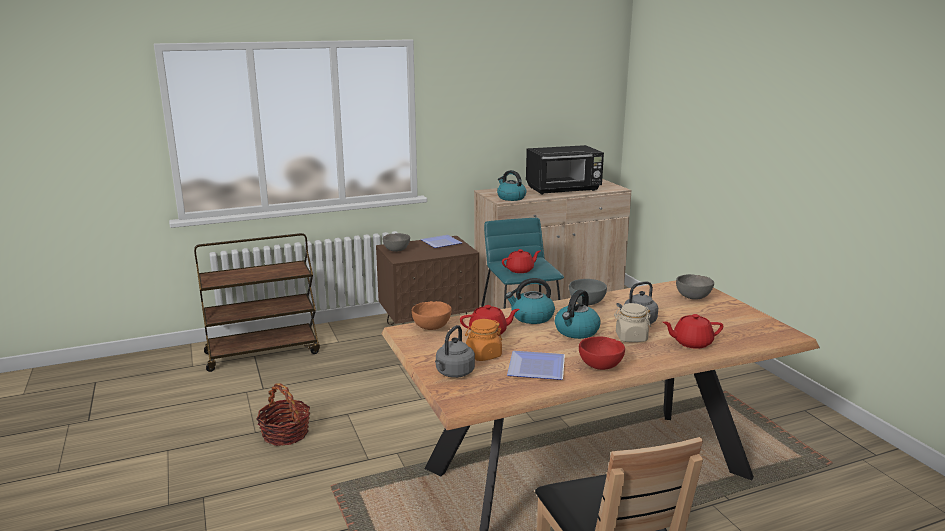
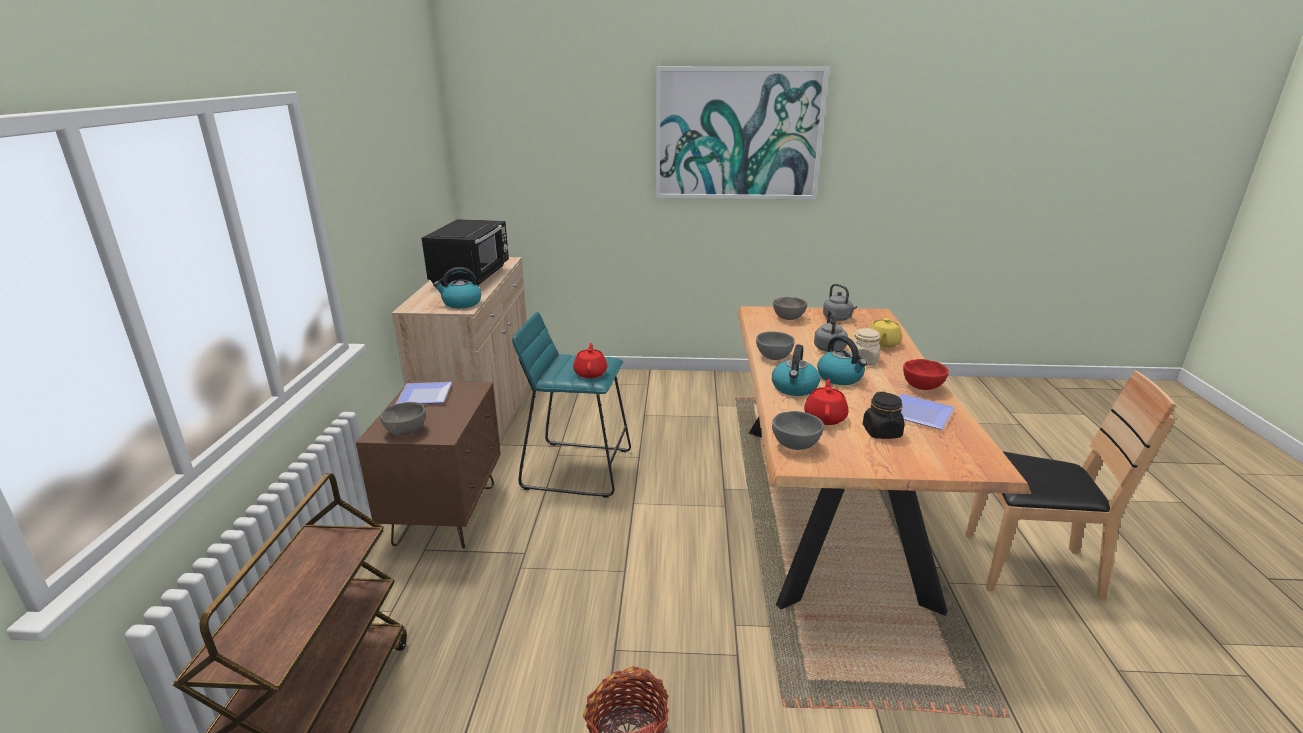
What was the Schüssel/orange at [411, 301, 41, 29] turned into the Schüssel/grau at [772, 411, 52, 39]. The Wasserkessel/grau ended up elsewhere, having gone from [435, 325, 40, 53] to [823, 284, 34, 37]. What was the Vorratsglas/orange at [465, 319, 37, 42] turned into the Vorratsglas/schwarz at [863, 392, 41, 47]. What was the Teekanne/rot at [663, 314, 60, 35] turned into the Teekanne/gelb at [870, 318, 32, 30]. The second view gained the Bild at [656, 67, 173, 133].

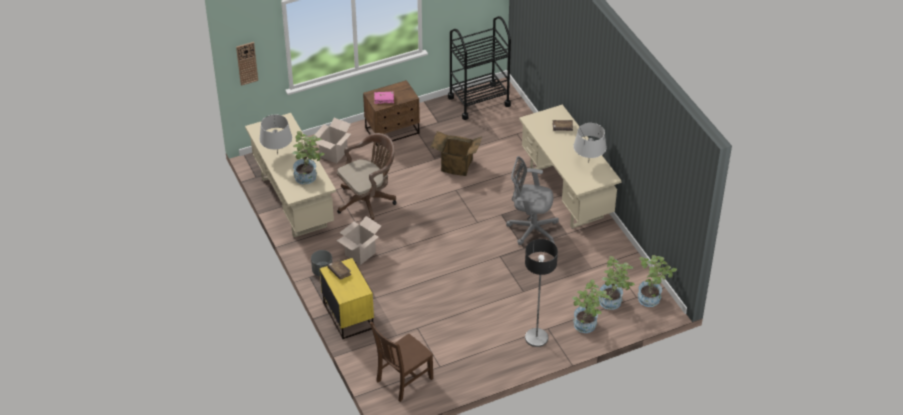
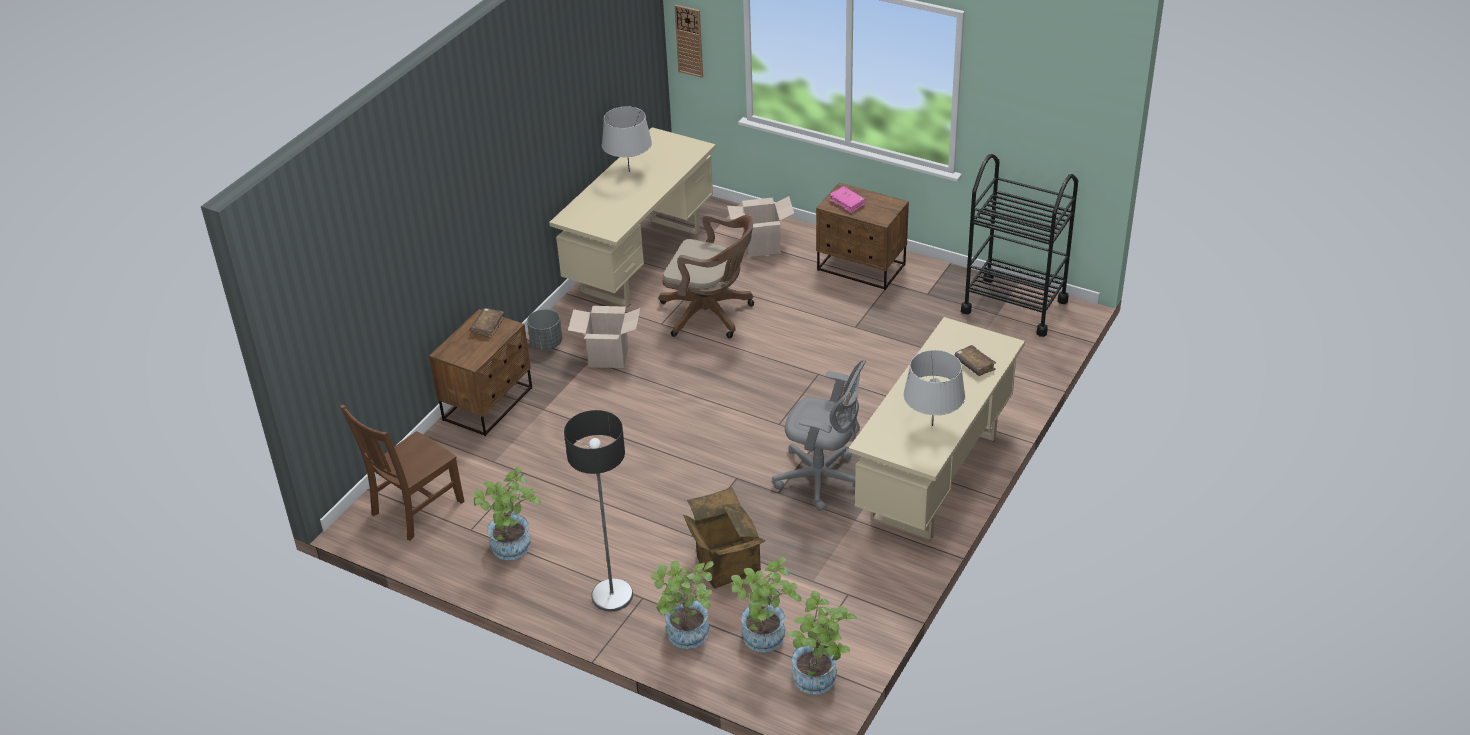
The Topfpflanze ended up elsewhere, having gone from [292, 131, 33, 54] to [473, 467, 68, 93]. What was the Nachttisch/gelb at [320, 258, 54, 81] turned into the Nachttisch/braun at [429, 309, 103, 127]. The Stuhl/braun at [370, 322, 63, 80] ended up facing another way, 60 degrees counterclockwise from before. The Karton ended up elsewhere, having gone from [430, 131, 52, 45] to [683, 487, 83, 102]. The Bürostuhl/grau at [506, 156, 53, 89] ended up facing another way, 135 degrees clockwise from before.

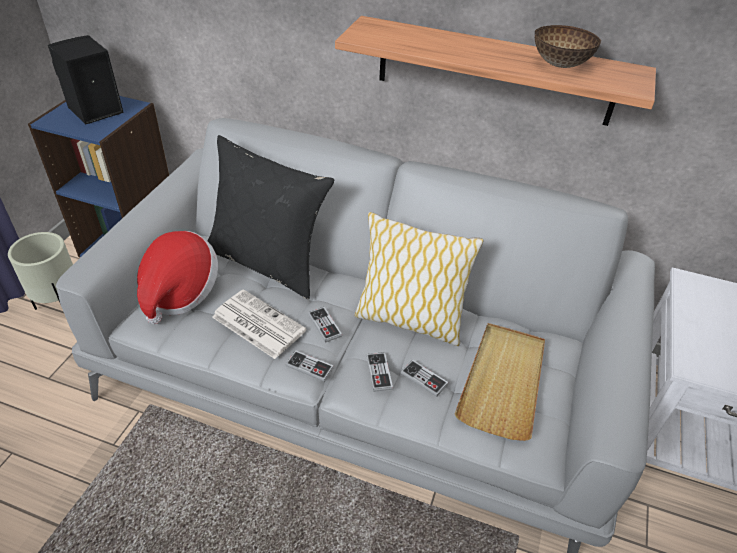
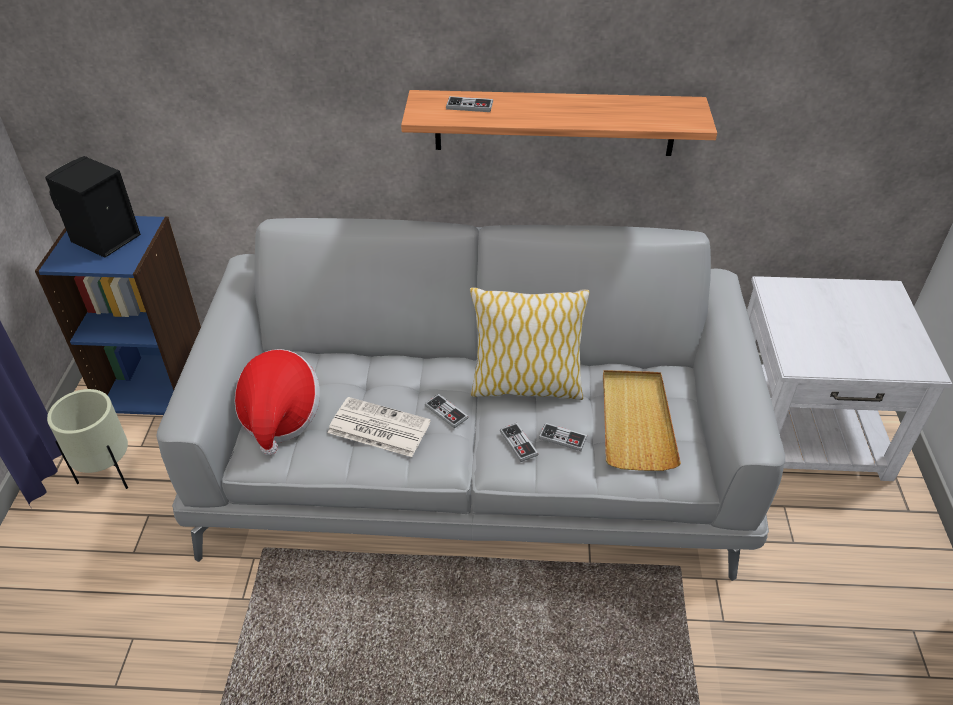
The second view lost the Kissen/schwarz at [207, 135, 127, 164]. The Gamepad ended up elsewhere, having gone from [286, 350, 48, 32] to [446, 96, 47, 16]. The second view lost the Schüssel at [535, 25, 66, 43].

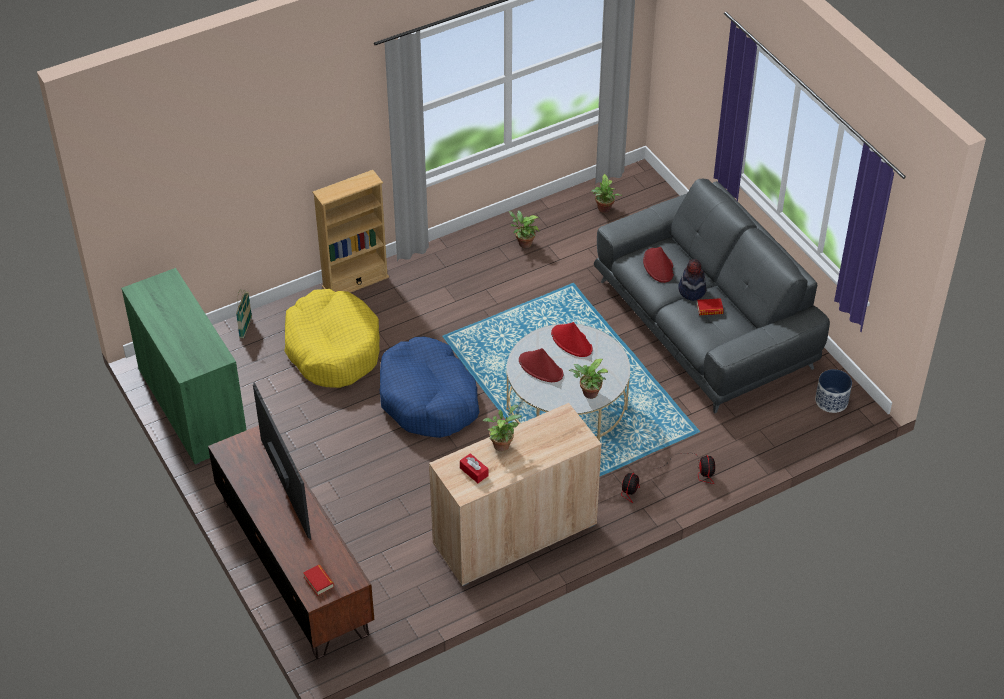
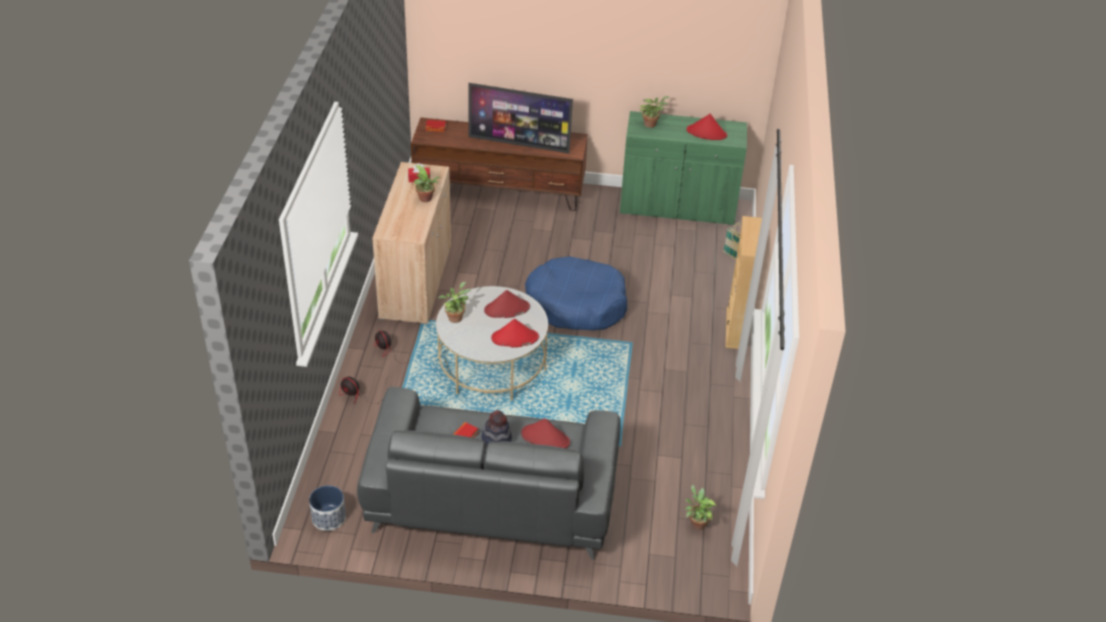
The second view lost the Hundebett/gelb at [285, 289, 95, 99]. The Topfpflanze ended up elsewhere, having gone from [509, 211, 31, 37] to [640, 96, 30, 32]. The second view gained the Hut/rot at [687, 114, 40, 26].

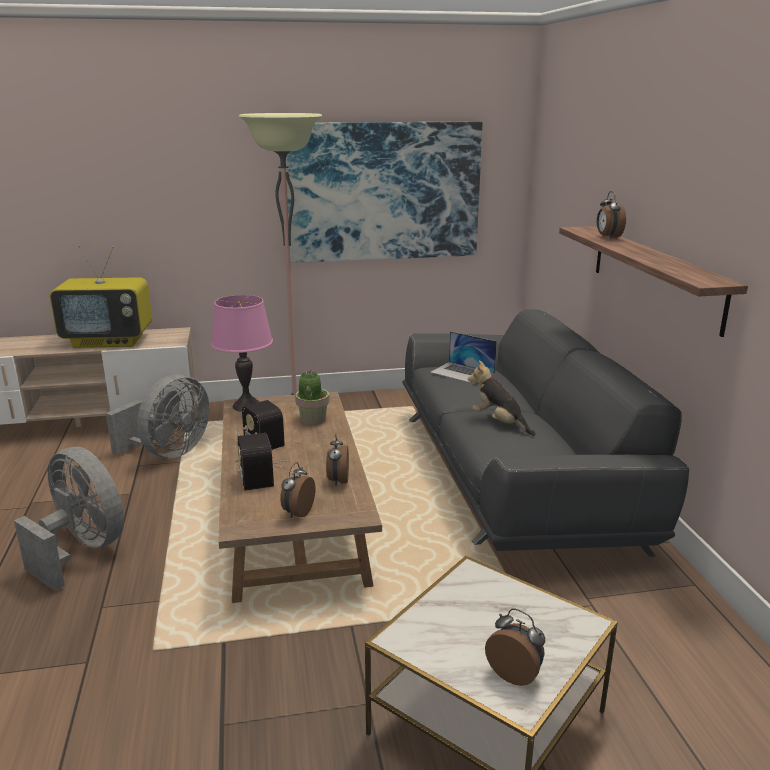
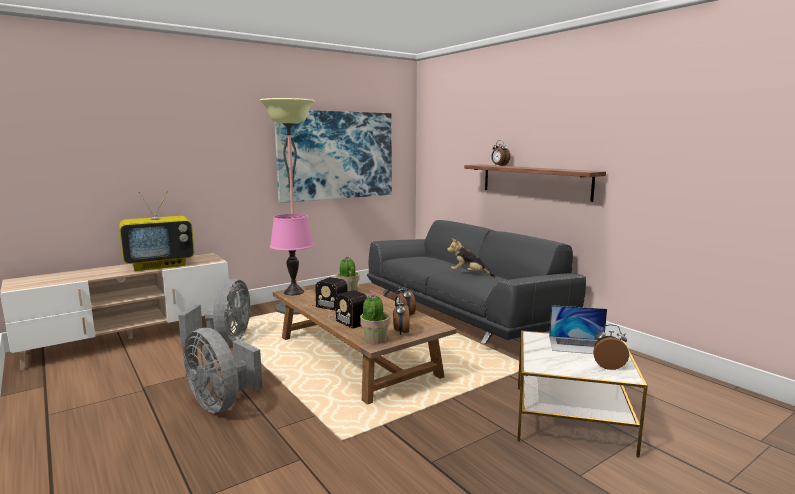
The Ventilator/grau at [14, 447, 110, 144] ended up facing another way, 150 degrees counterclockwise from before. The Laptop ended up elsewhere, having gone from [430, 331, 67, 53] to [549, 305, 58, 49]. The second view gained the Topfpflanze at [360, 293, 30, 51].

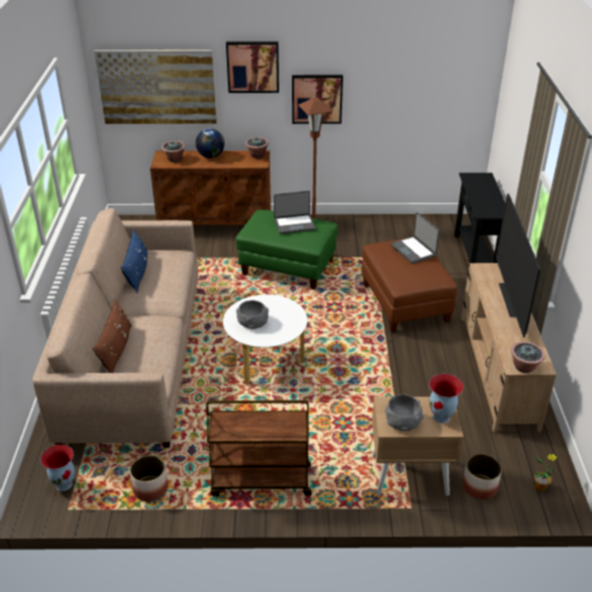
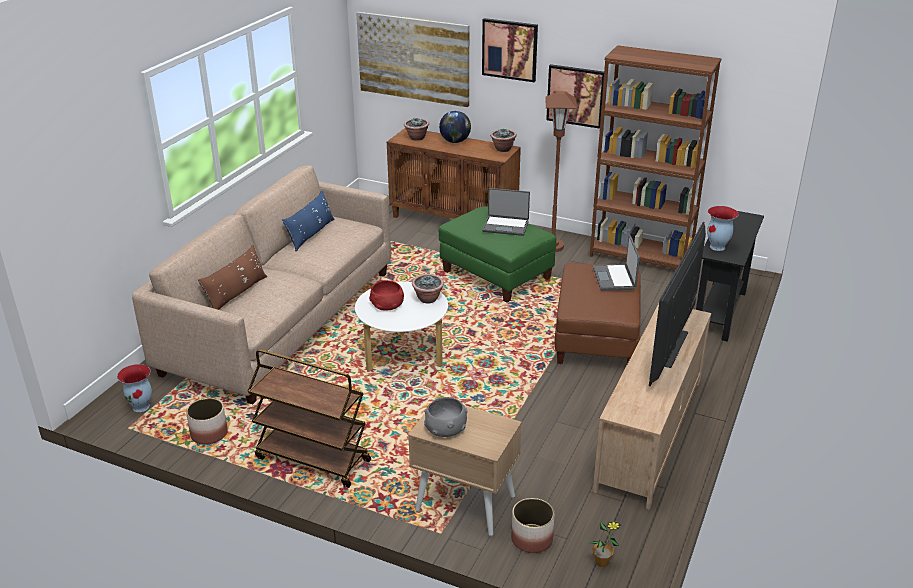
What was the Schüssel/grau at [236, 300, 33, 29] turned into the Schüssel/rot at [369, 280, 35, 31]. The Vase ended up elsewhere, having gone from [429, 374, 34, 49] to [707, 206, 32, 45]. The Topfpflanze ended up elsewhere, having gone from [511, 342, 34, 31] to [412, 274, 32, 30]. The second view gained the Bücherregal/braun at [590, 45, 132, 224].

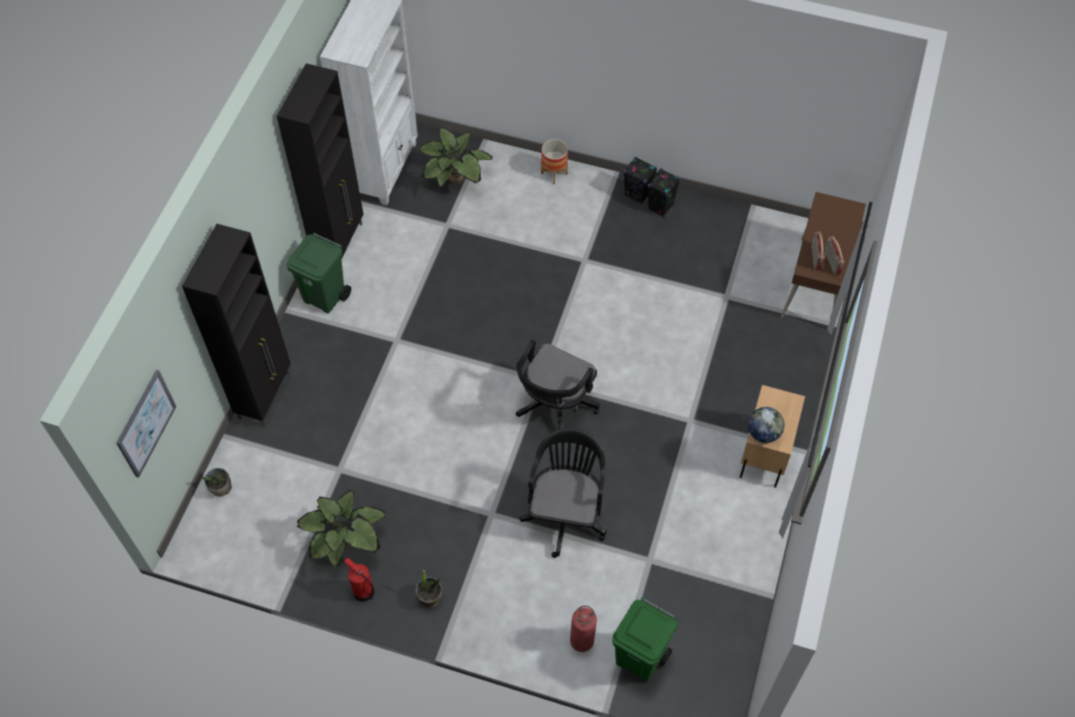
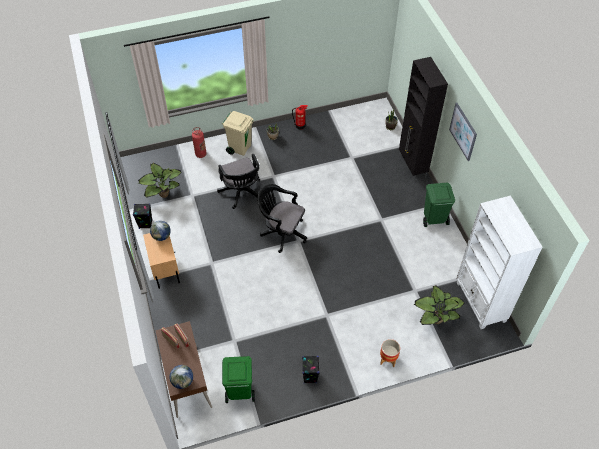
The Bild ended up elsewhere, having gone from [116, 370, 60, 108] to [449, 103, 28, 58]. The second view lost the Schrank/schwarz at [277, 63, 86, 196]. The Topfpflanze ended up elsewhere, having gone from [296, 490, 89, 76] to [138, 163, 44, 35]. The Bürostuhl/schwarz at [516, 340, 84, 89] ended up facing another way, 60 degrees counterclockwise from before. The Mülleimer/grün ended up elsewhere, having gone from [612, 597, 65, 84] to [222, 356, 33, 47]. The Lautsprecher/schwarz ended up elsewhere, having gone from [624, 157, 33, 47] to [133, 204, 19, 25]. The second view gained the Globus at [169, 365, 24, 24]. The second view gained the Mülleimer/beige at [222, 111, 31, 45].

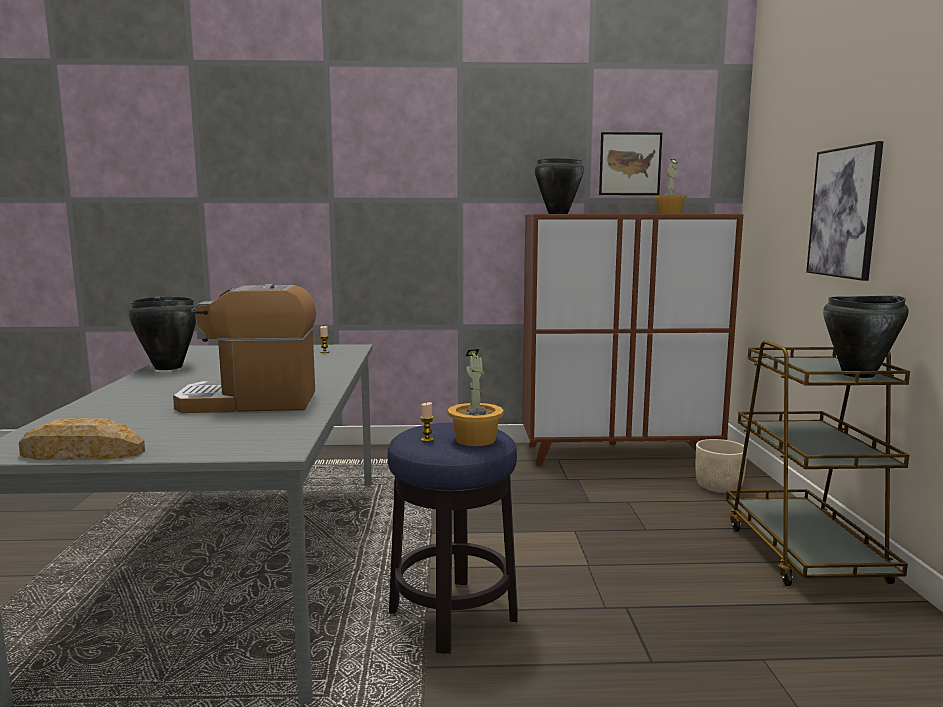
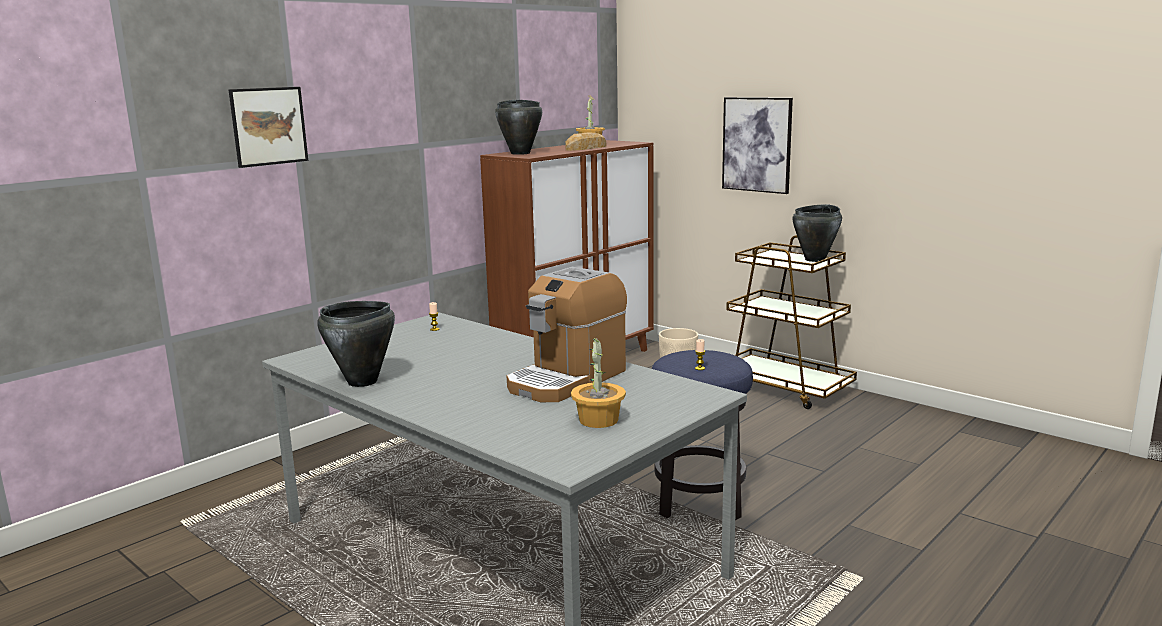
The Brot ended up elsewhere, having gone from [19, 418, 126, 42] to [565, 132, 41, 19]. The Topfpflanze ended up elsewhere, having gone from [448, 349, 56, 97] to [571, 335, 55, 93]. The Bild ended up elsewhere, having gone from [599, 132, 63, 63] to [229, 87, 79, 81].

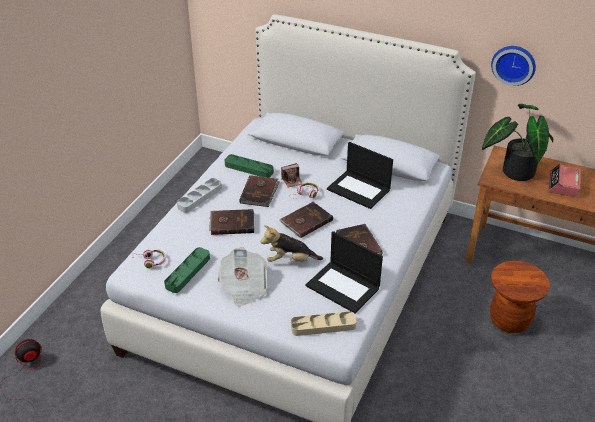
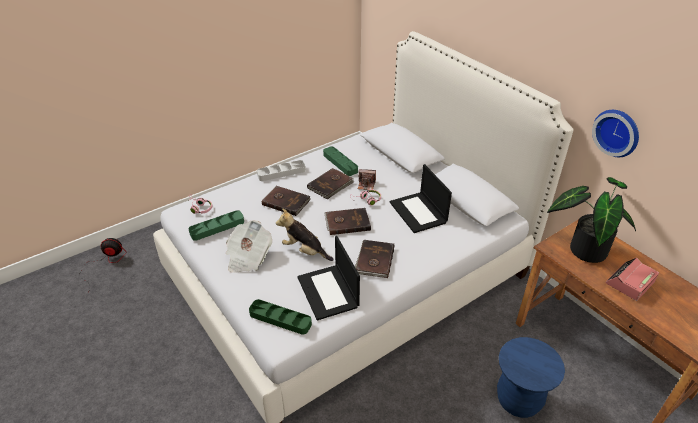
What was the Tablett/beige at [291, 311, 65, 25] turned into the Tablett/grün at [249, 299, 63, 36]. What was the Hocker/braun at [490, 261, 60, 72] turned into the Hocker/blau at [497, 337, 68, 81].

